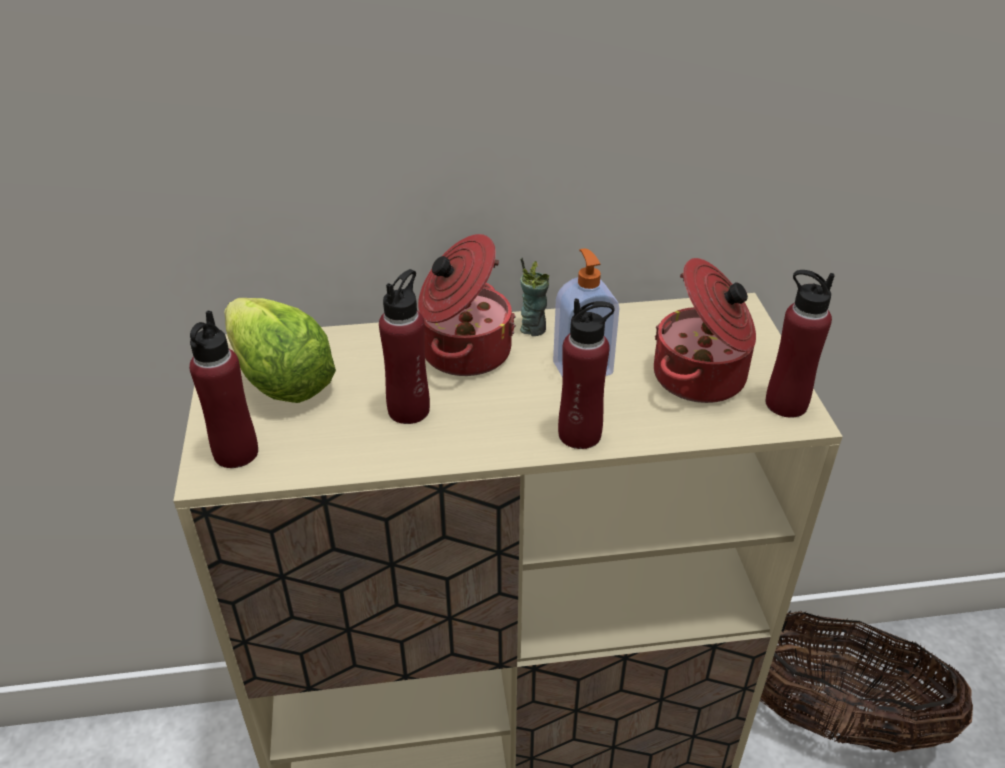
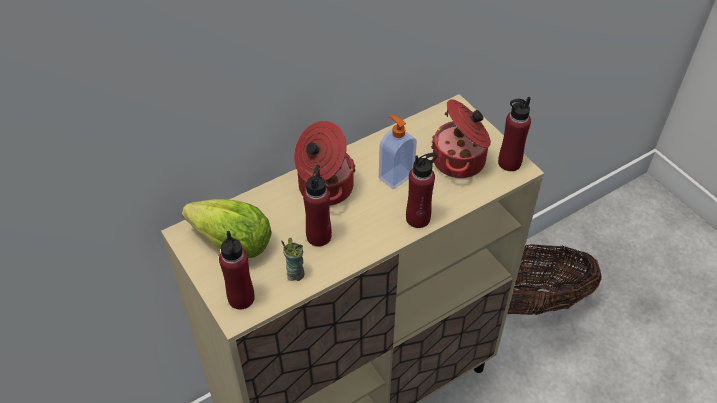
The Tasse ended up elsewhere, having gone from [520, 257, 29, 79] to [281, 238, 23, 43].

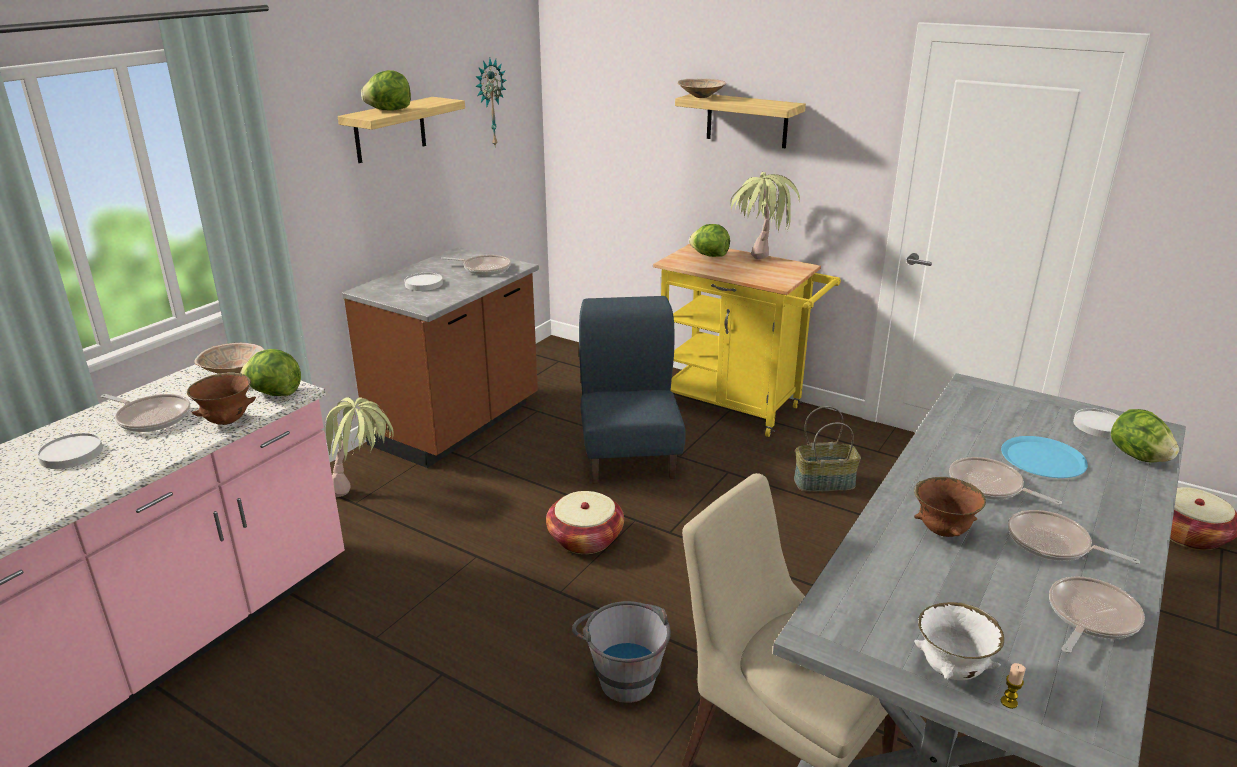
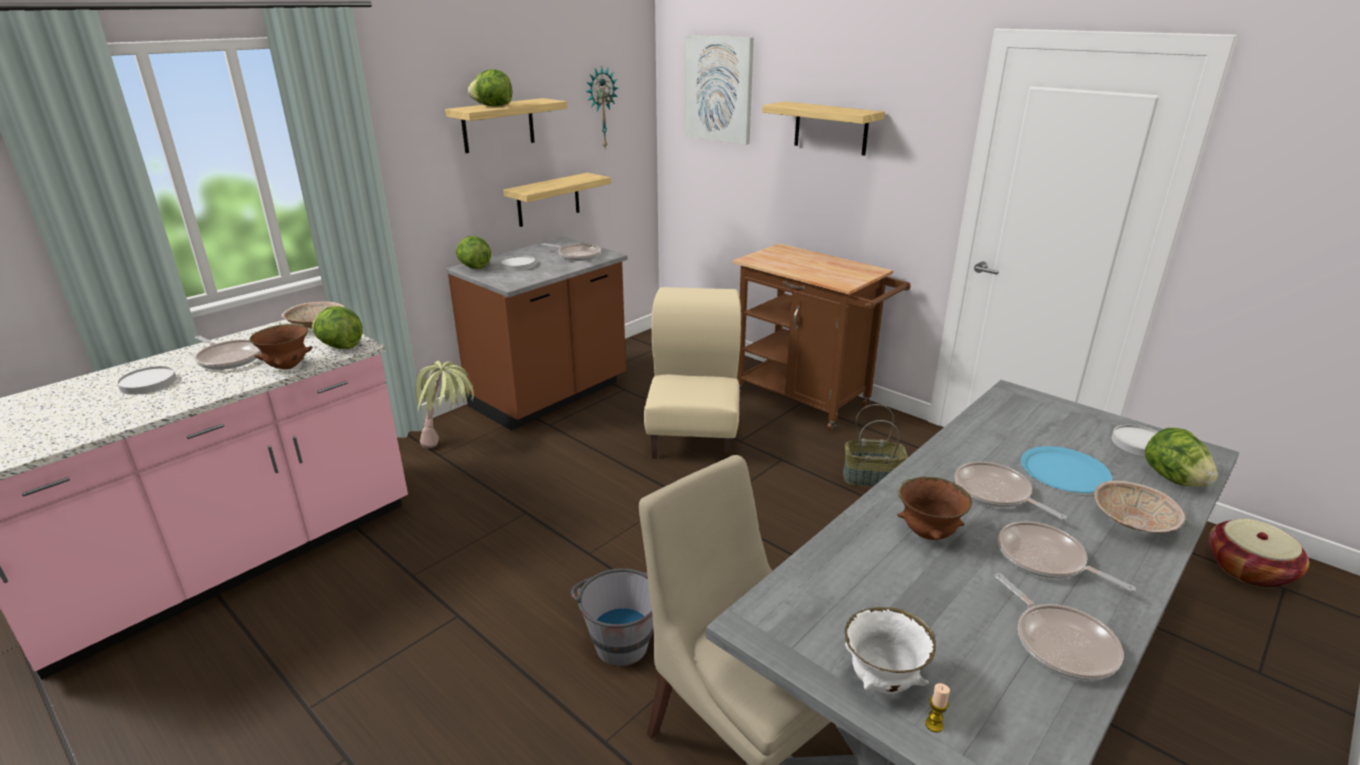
The second view lost the Korb at [546, 491, 78, 63]. What was the Stuhl/blau at [579, 296, 107, 188] turned into the Stuhl/beige at [644, 287, 97, 172]. What was the Rollwagen/gelb at [653, 244, 188, 193] turned into the Rollwagen/braun at [733, 243, 178, 188]. The Schüssel/beige ended up elsewhere, having gone from [678, 79, 48, 19] to [1094, 481, 91, 52]. The Salatkopf ended up elsewhere, having gone from [689, 224, 41, 33] to [456, 236, 35, 33]. The second view lost the Topfpflanze at [730, 172, 70, 87]. The Pfanne at [1049, 576, 96, 77] ended up facing another way, 105 degrees clockwise from before. The second view gained the Wandregal at [503, 173, 108, 54]. The second view gained the Bild at [685, 35, 69, 110].

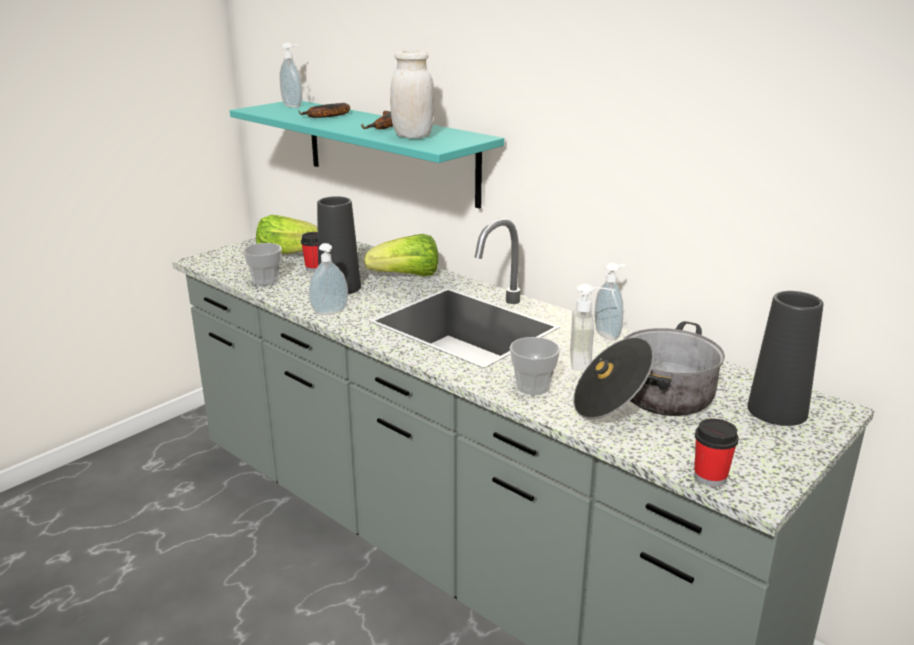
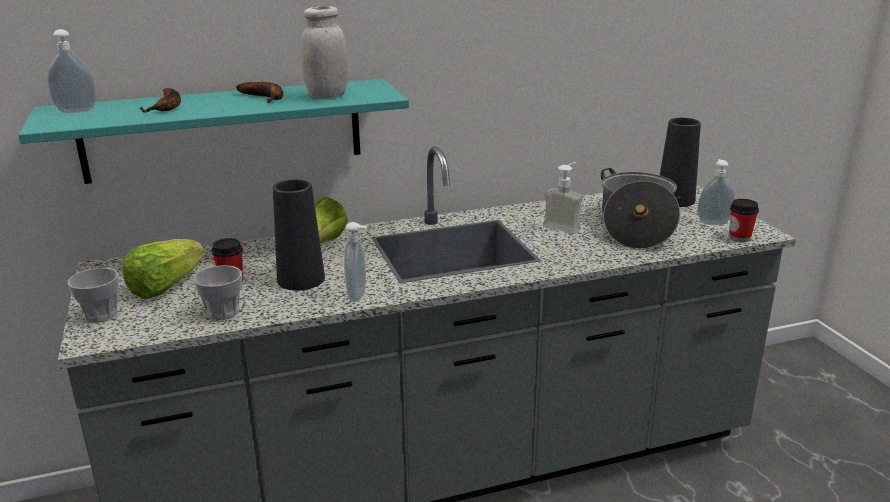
The Tasse ended up elsewhere, having gone from [510, 337, 50, 58] to [68, 268, 51, 54]. The Seifenspender ended up elsewhere, having gone from [595, 263, 30, 78] to [697, 159, 38, 66].

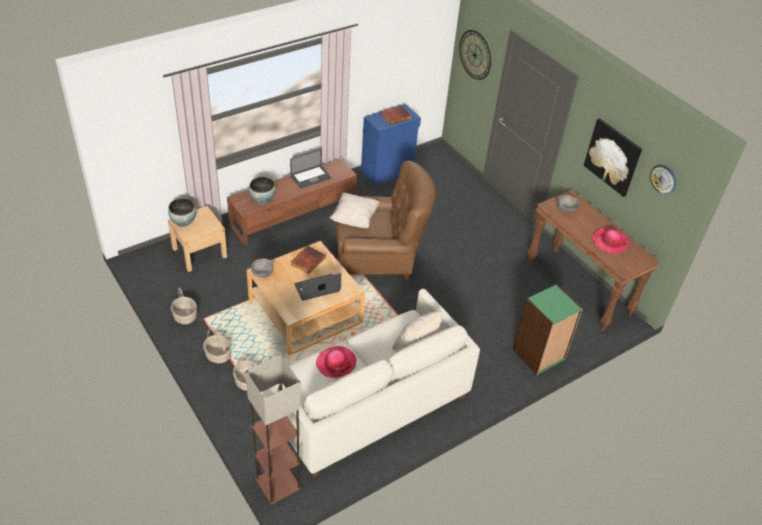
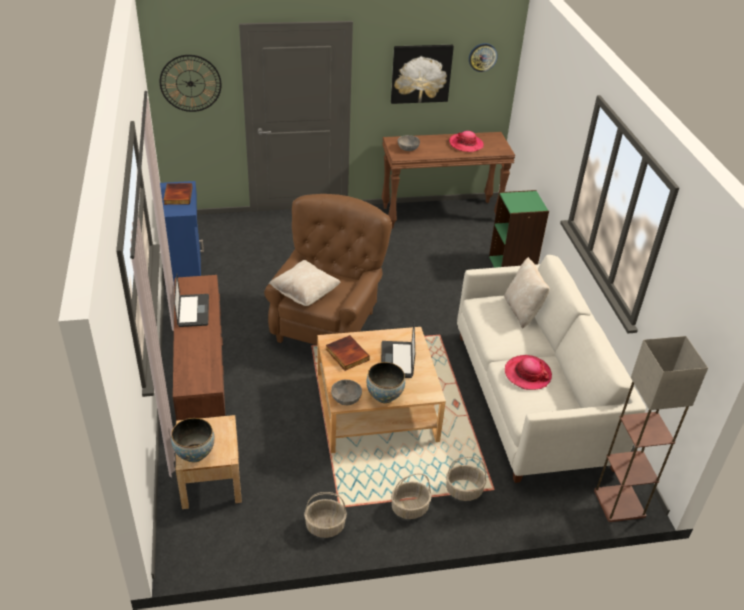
The Schüssel ended up elsewhere, having gone from [249, 177, 27, 27] to [367, 362, 38, 41].

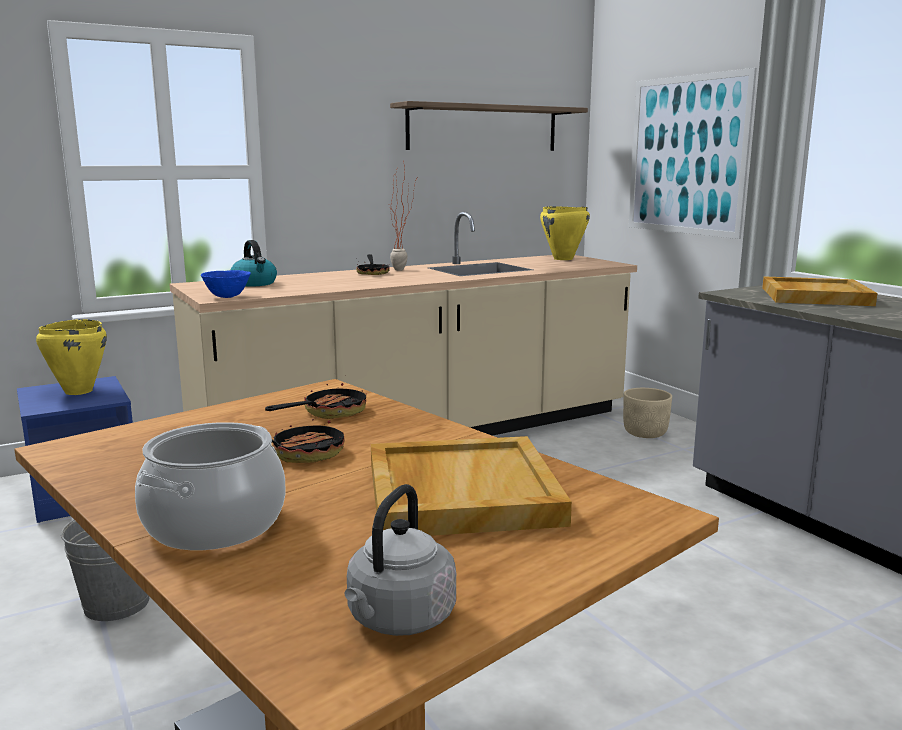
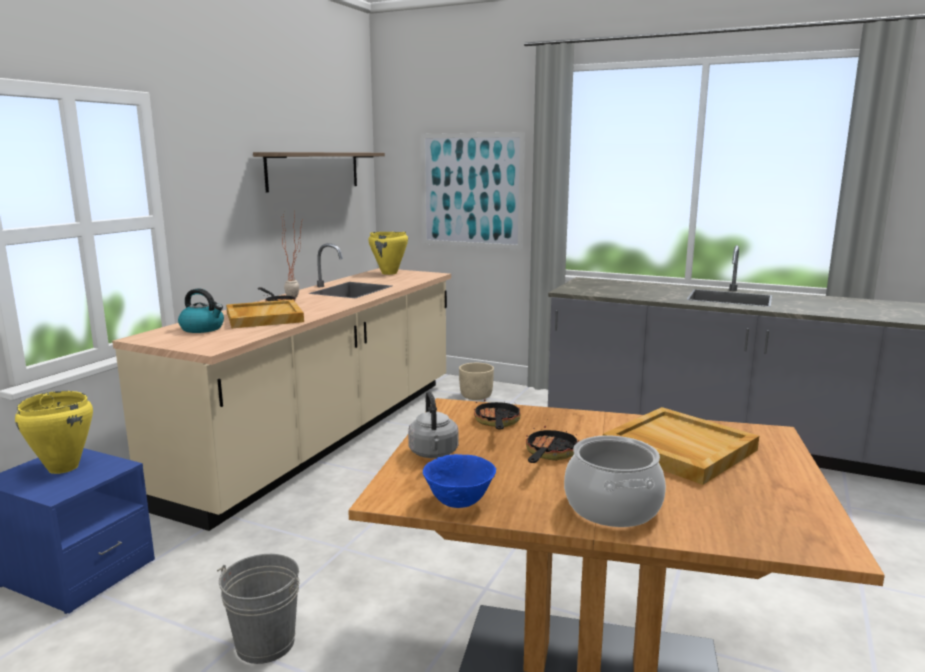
The Schüssel/blau ended up elsewhere, having gone from [201, 270, 50, 28] to [423, 454, 73, 54]. The Wasserkessel/grau ended up elsewhere, having gone from [345, 484, 111, 152] to [408, 391, 51, 67]. The Tablett/beige ended up elsewhere, having gone from [762, 277, 115, 29] to [226, 300, 78, 28].

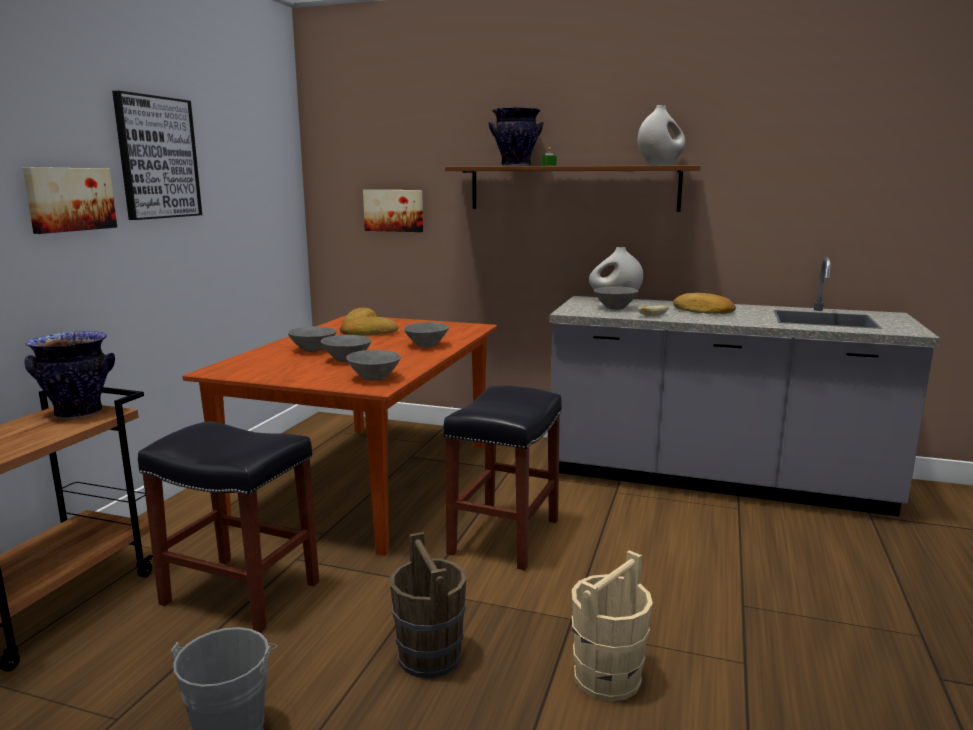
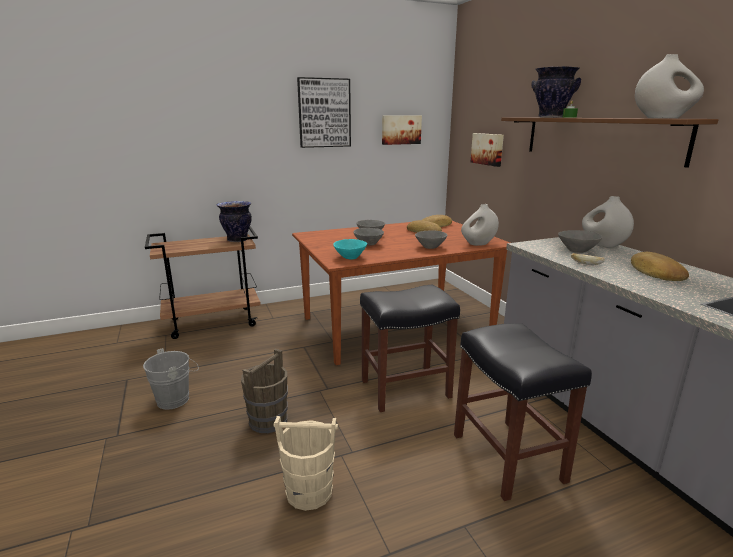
The Bild ended up elsewhere, having gone from [23, 167, 94, 67] to [382, 116, 40, 29]. The Hocker/schwarz ended up elsewhere, having gone from [138, 421, 181, 212] to [454, 323, 138, 178]. What was the Schüssel/grau at [346, 350, 55, 31] turned into the Schüssel/türkis at [333, 239, 34, 20]. The second view gained the Vase/weiß at [461, 204, 38, 42].

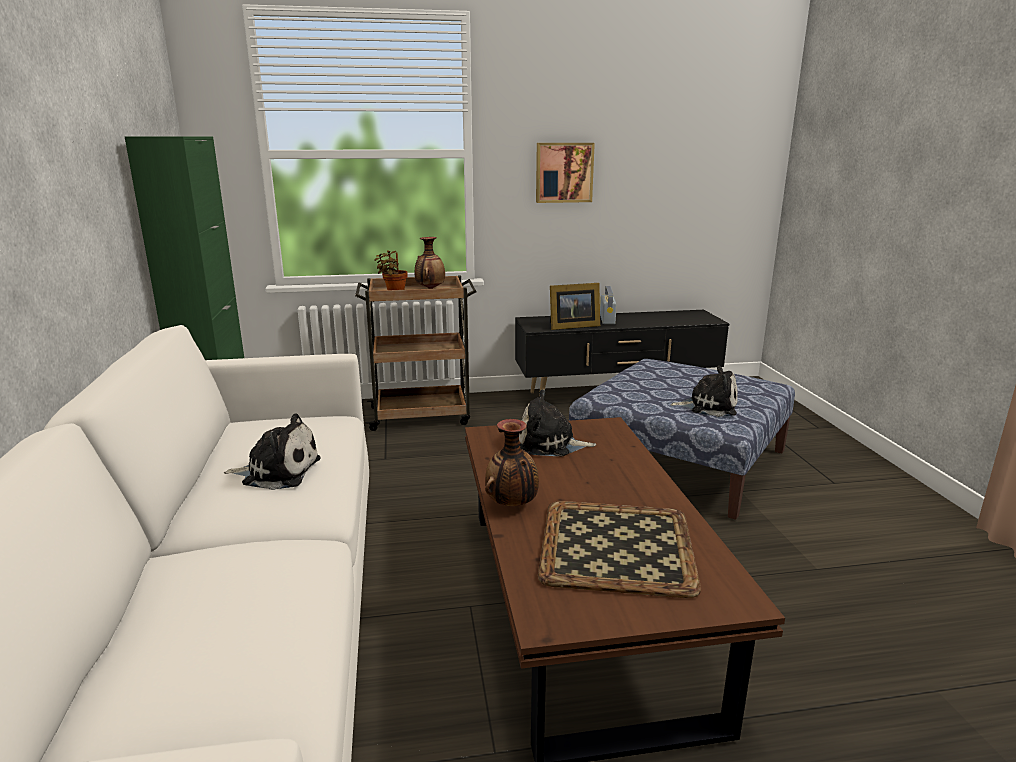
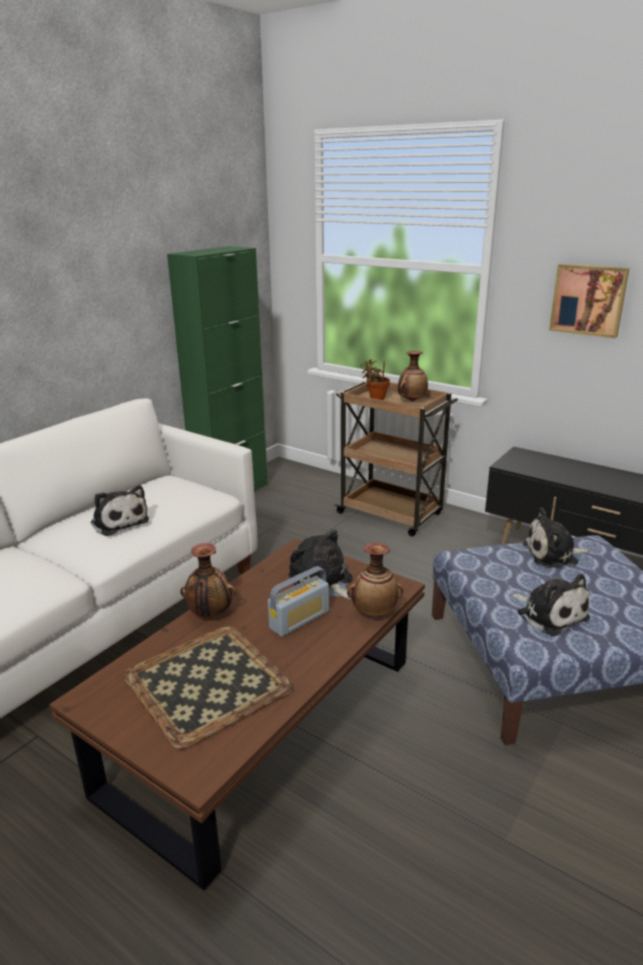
The second view lost the Bilderrahmen at [550, 283, 50, 47]. The Radio ended up elsewhere, having gone from [600, 286, 17, 38] to [268, 566, 61, 71]. The second view gained the Vase at [347, 542, 57, 74]. The second view gained the Plüschtier at [523, 508, 67, 60].

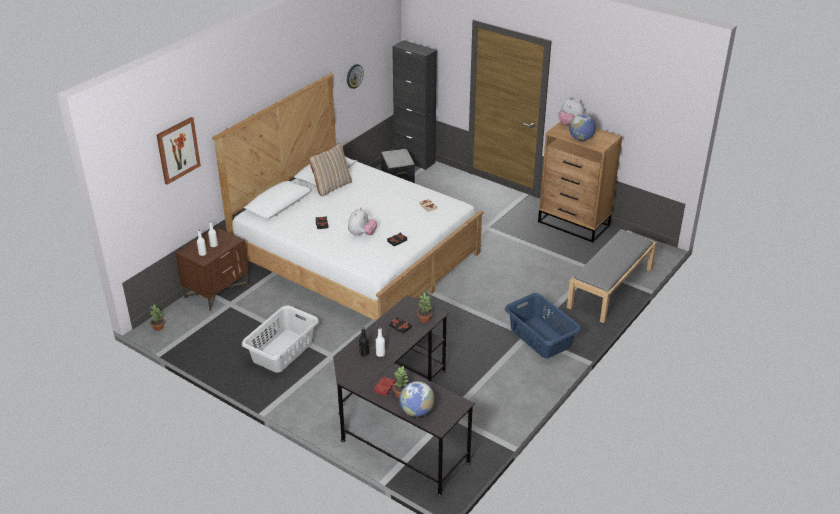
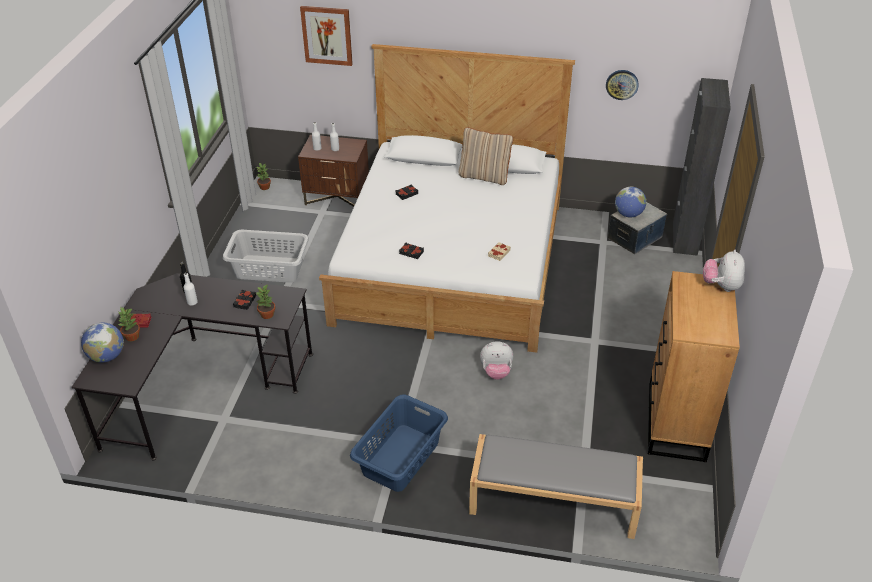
The Plüschtier ended up elsewhere, having gone from [348, 207, 29, 30] to [480, 341, 33, 39]. The Globus ended up elsewhere, having gone from [569, 114, 27, 27] to [615, 187, 32, 31].

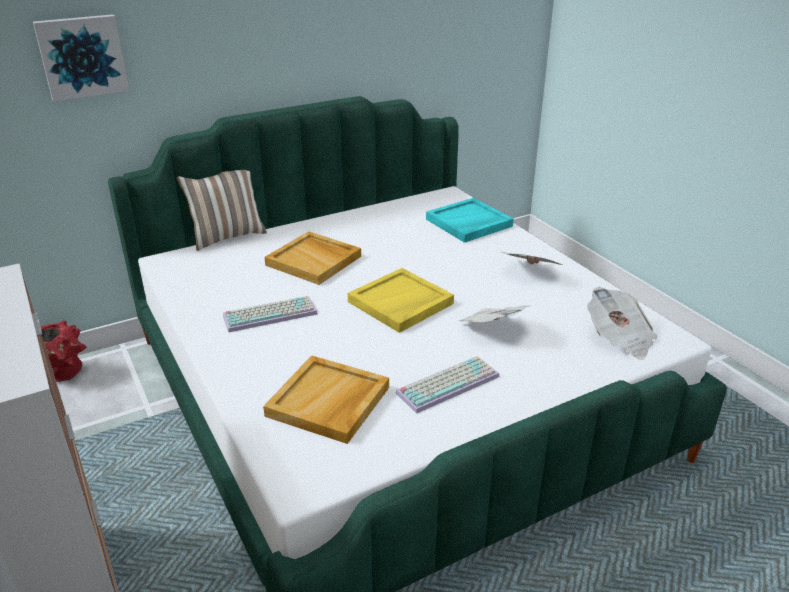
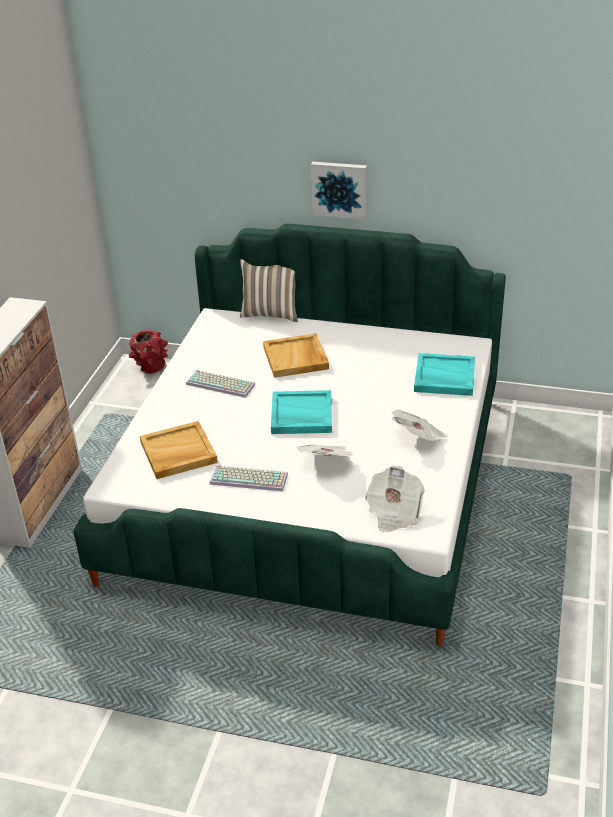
The Bild ended up elsewhere, having gone from [33, 14, 96, 87] to [311, 162, 56, 57]. What was the Tablett/gelb at [348, 268, 106, 65] turned into the Tablett/türkis at [271, 390, 61, 44].

